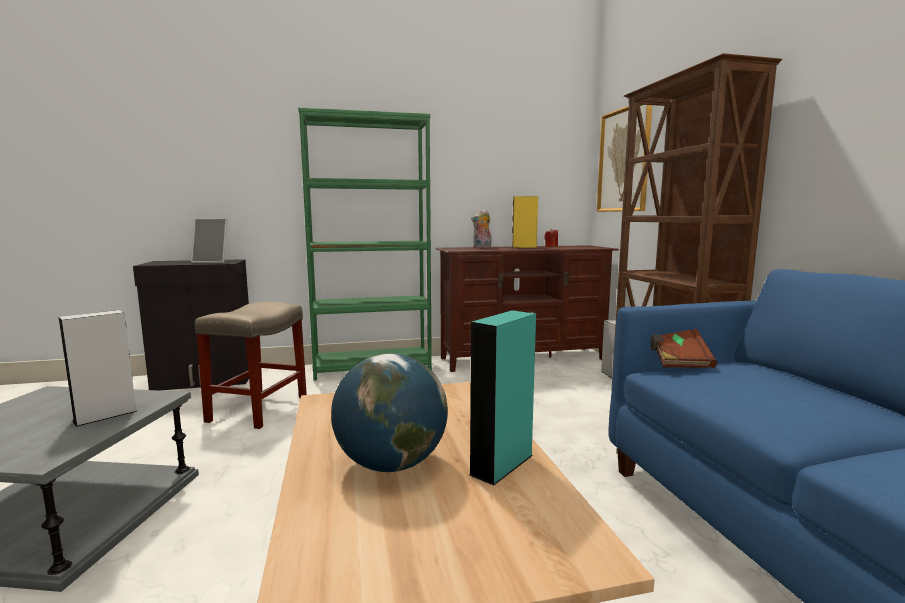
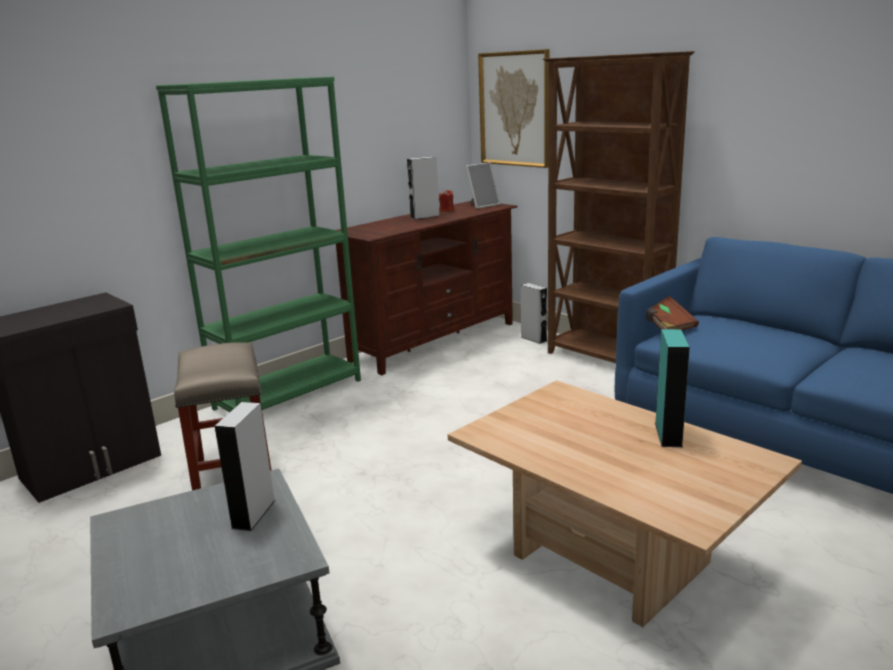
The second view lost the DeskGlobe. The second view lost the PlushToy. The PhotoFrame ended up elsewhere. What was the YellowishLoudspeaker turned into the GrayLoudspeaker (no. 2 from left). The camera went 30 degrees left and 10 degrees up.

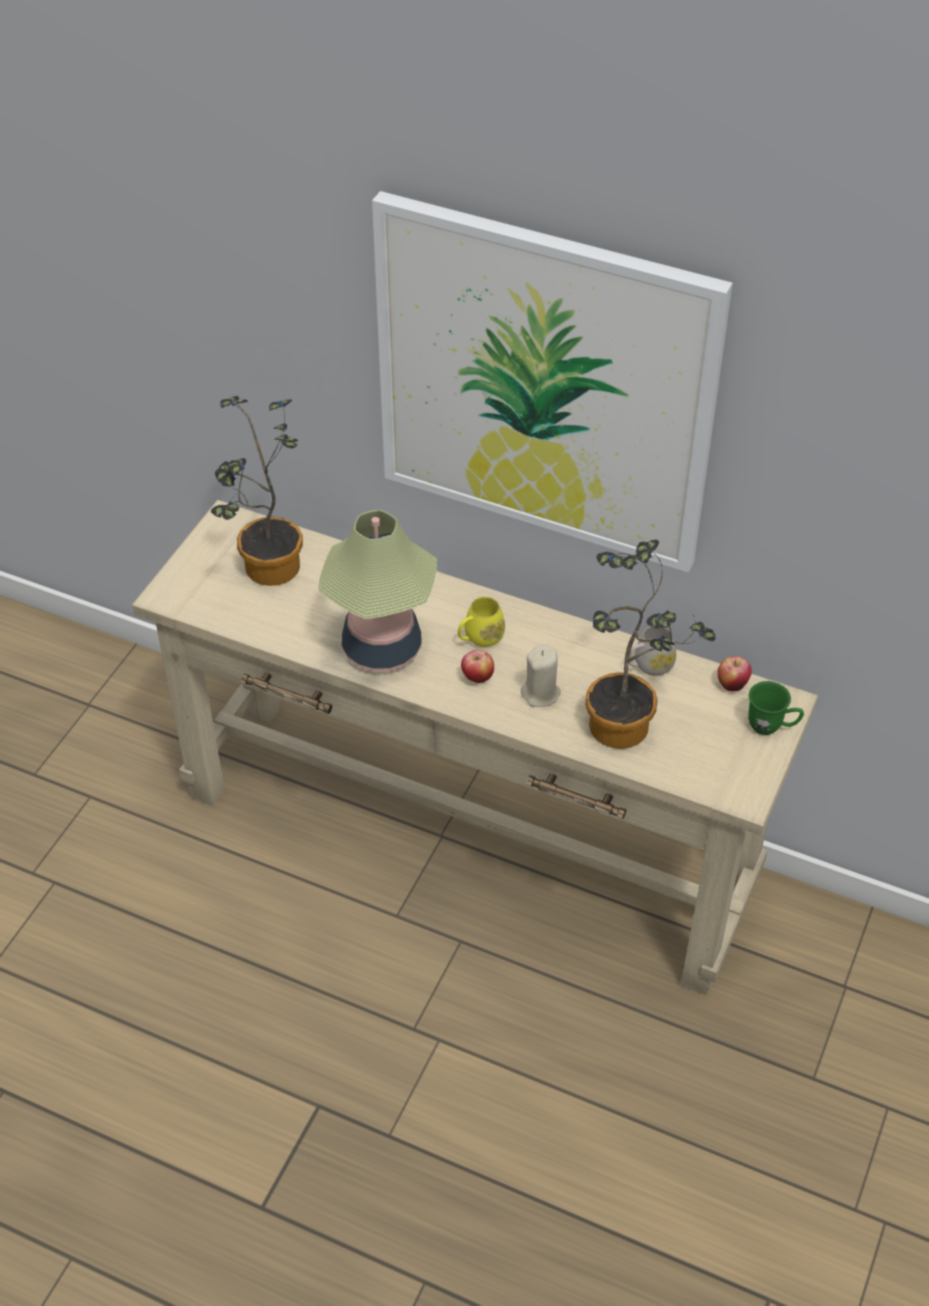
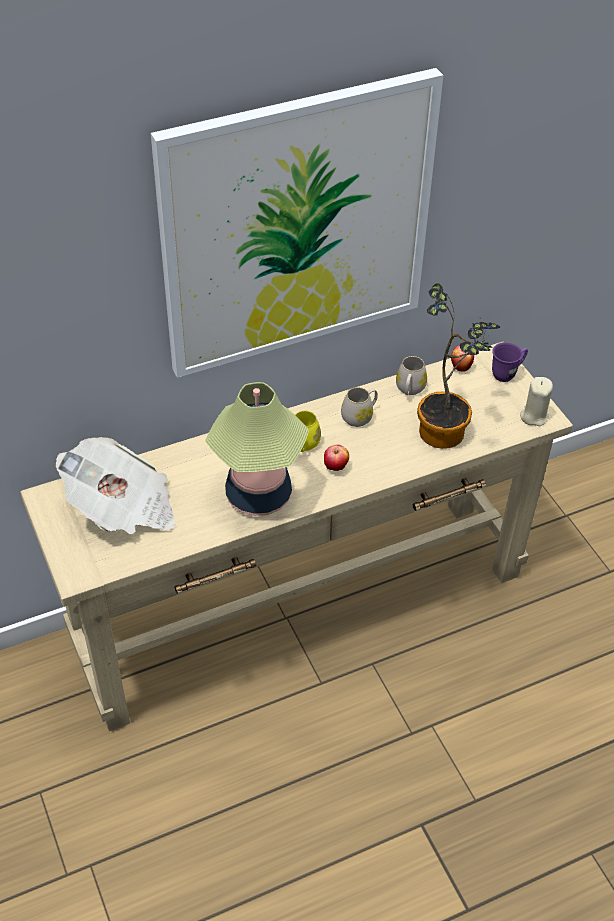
The second view gained the WhiteCoffeeMug (no. 1 from left). The BeigeWaxLight ended up elsewhere. Where the PottedPlant (no. 1 from left) stood, the Newspaper came to stand. What was the GreenishCoffeeMug turned into the PurplishCoffeeMug. The camera went 50 degrees left and 0 degrees up.

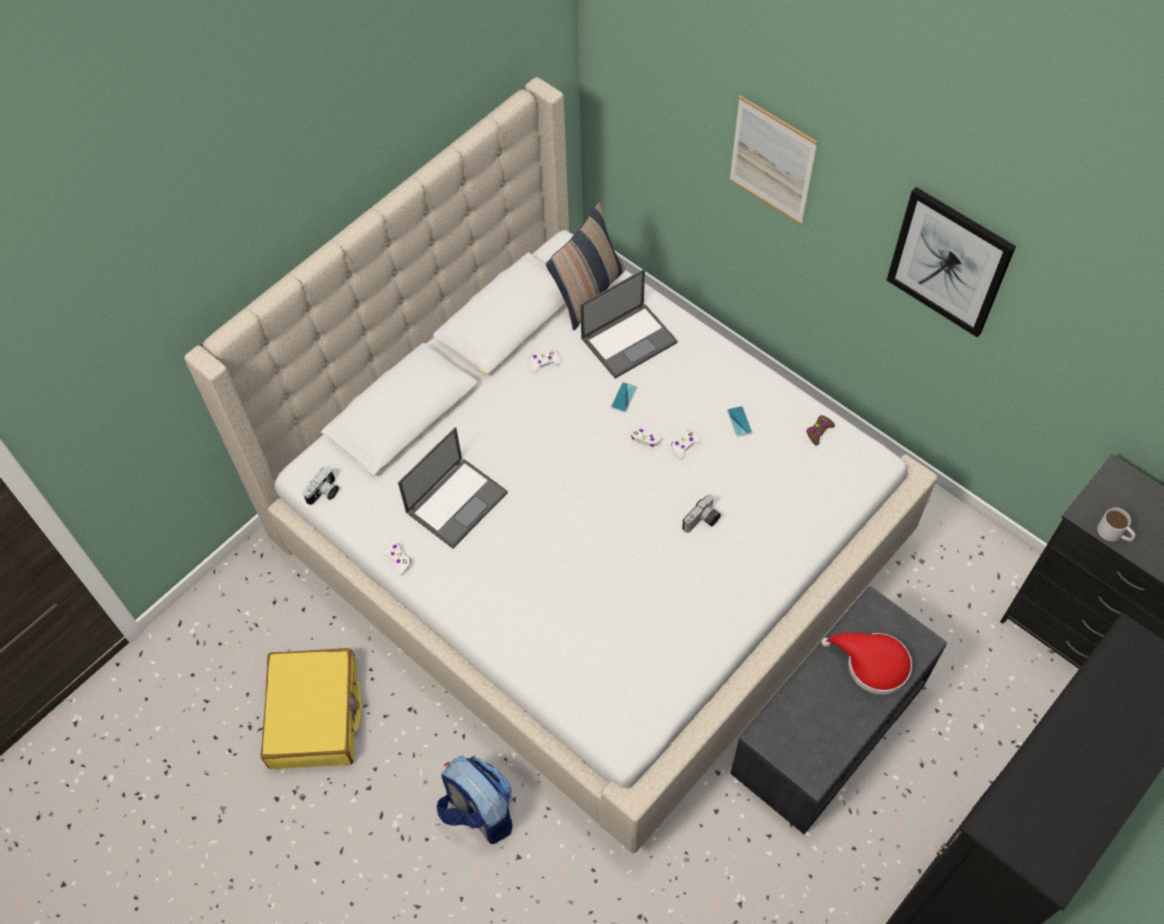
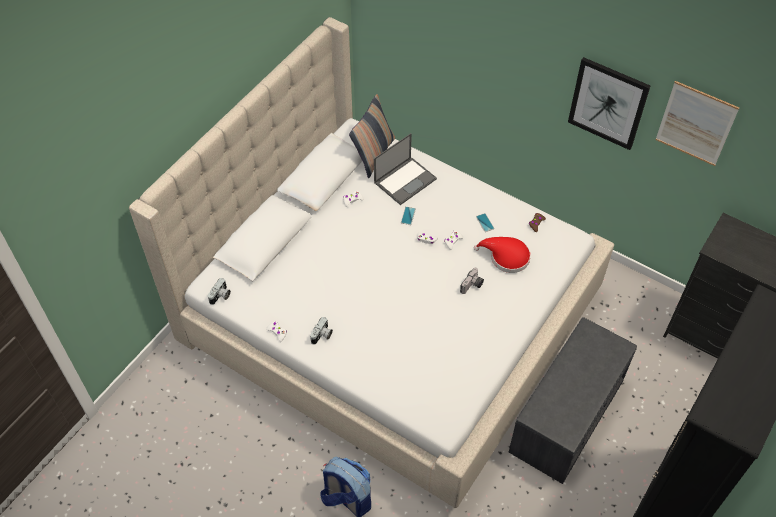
The second view lost the YellowishTravelCase. The second view lost the Laptop (no. 1 from left). The second view lost the WhiteCoffeeMug. The second view gained the PhotoCamera (no. 2 from left). The WallArt (no. 1 from left in the first image) ended up elsewhere. The RedColouredWearableHat ended up elsewhere. The camera went 10 degrees left and 5 degrees down.

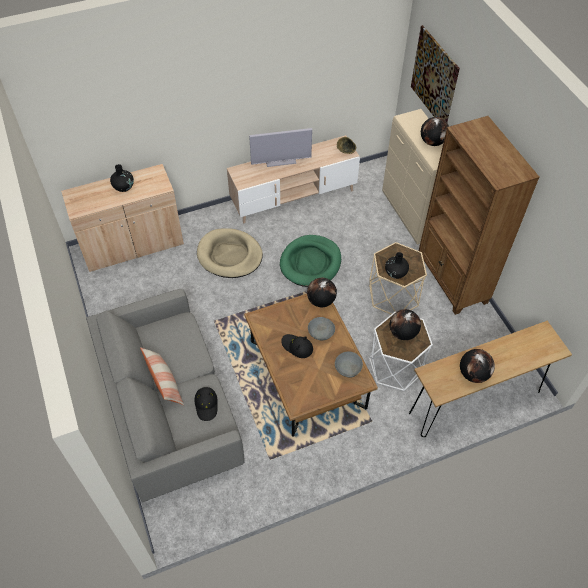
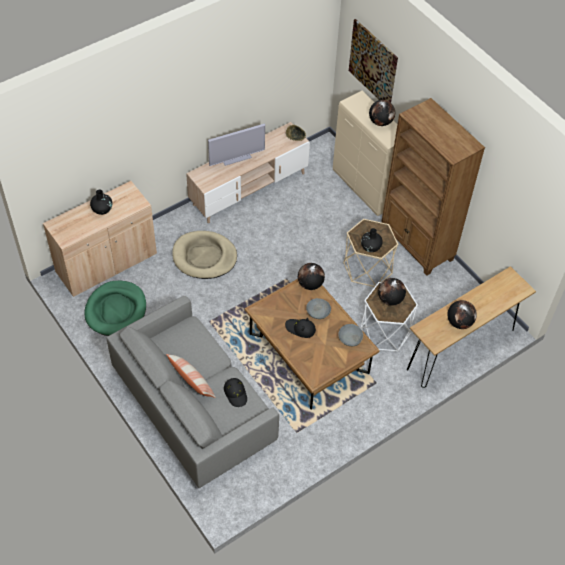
The GreenishDogBed ended up elsewhere. The camera went 15 degrees left and 0 degrees up.

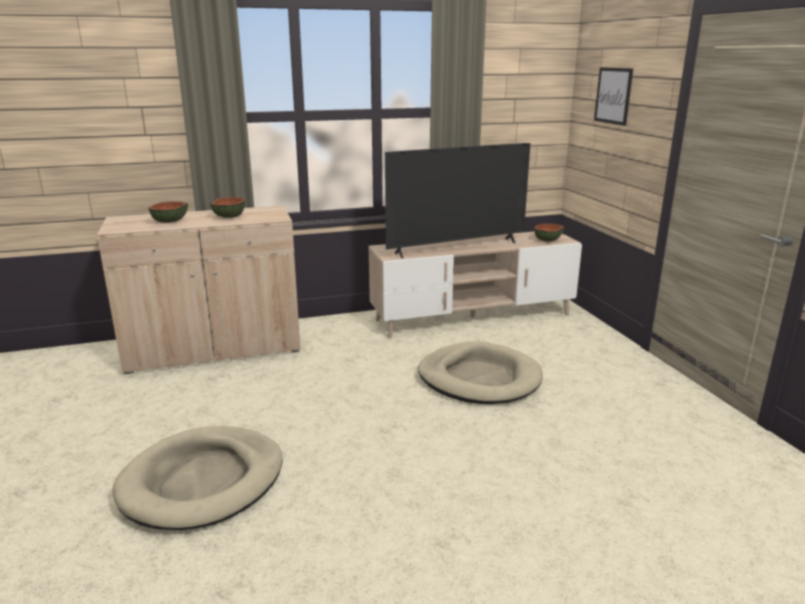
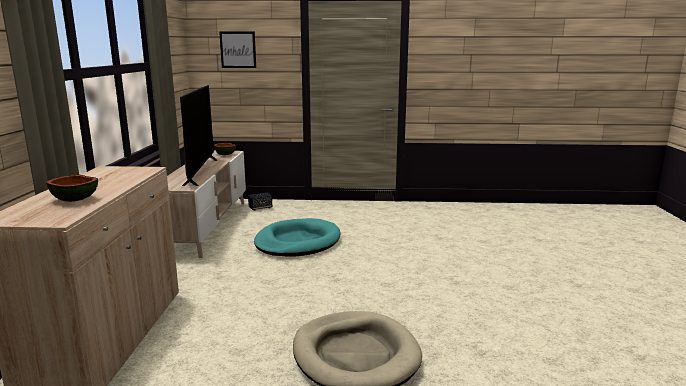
The second view lost the ServingBowl (no. 2 from left). The second view gained the Loudspeaker. What was the BeigeDogBed (no. 2 from left) turned into the BlueGreenDogBed. The camera went 70 degrees left and 5 degrees down.

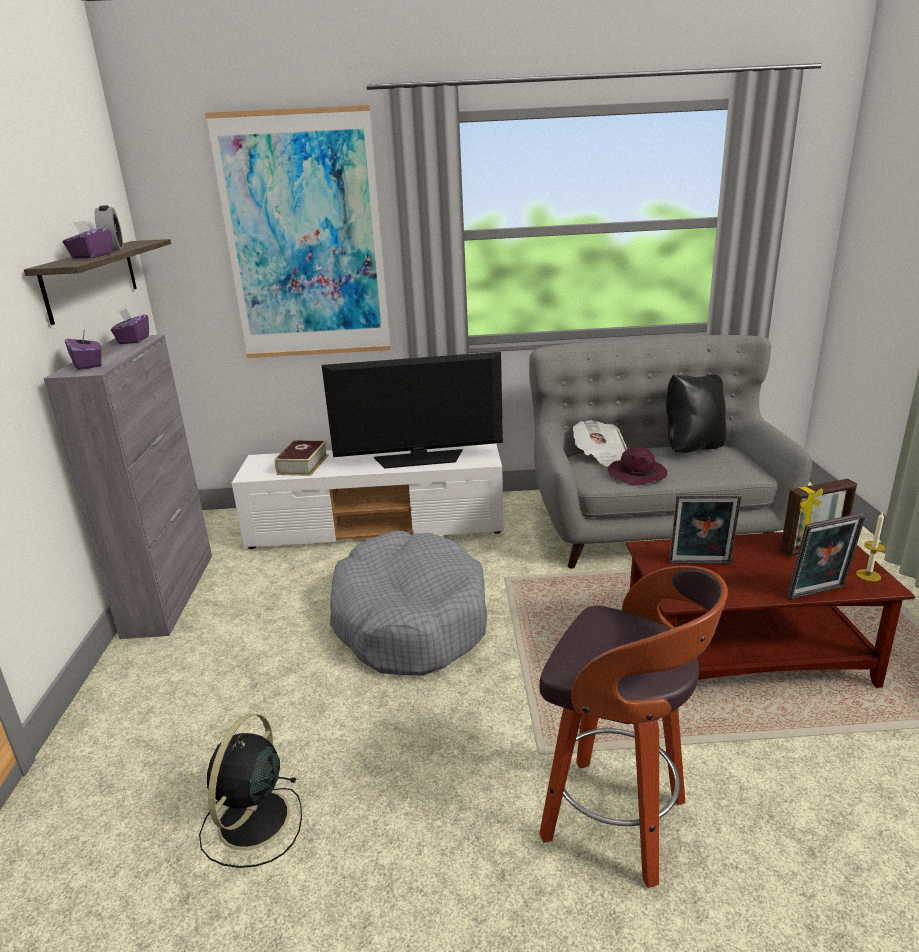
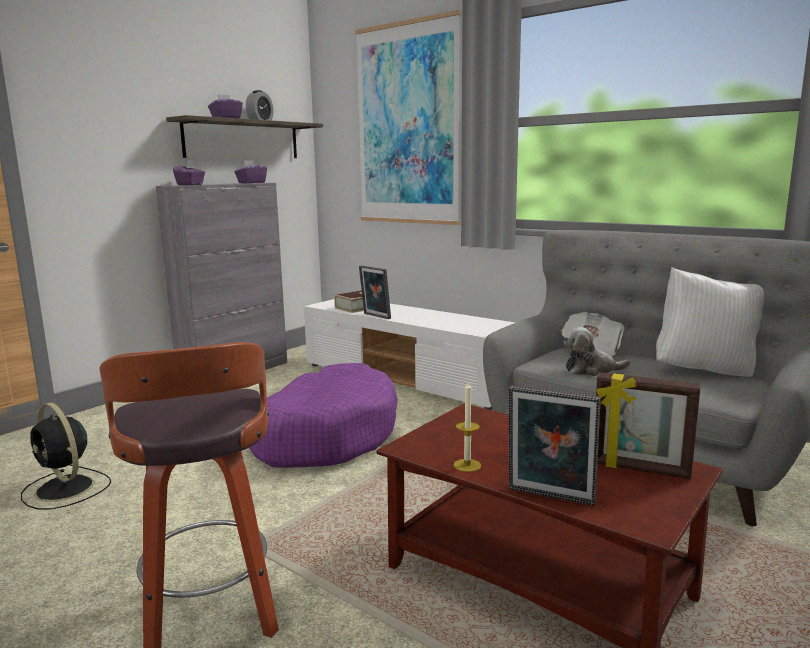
The second view lost the TvSet. The PhotoFrame (no. 1 from left) ended up elsewhere. The WaxLight ended up elsewhere. Where the PurplishWearableHat stood, the PlushToy came to stand. What was the GrayDogBed turned into the PurplishDogBed. What was the BlackColouredThrowPillow turned into the WhiteThrowPillow. The BlackColouredElectricFan ended up facing another way, 105 degrees counterclockwise from before. The camera went 40 degrees right and 10 degrees down.

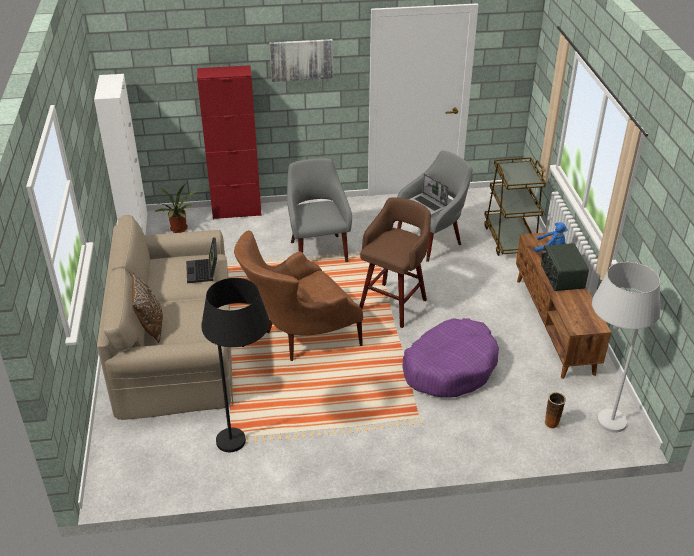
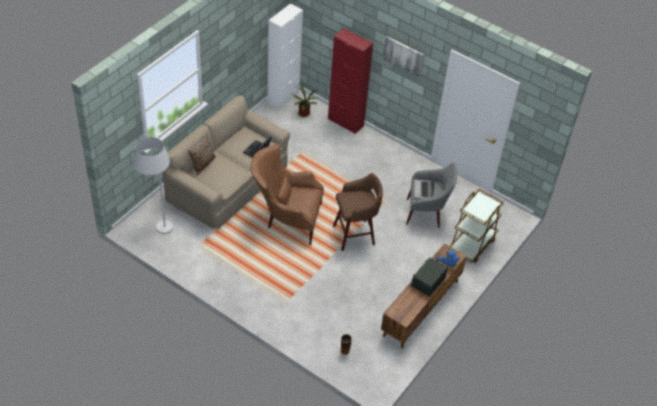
The second view lost the BlackColouredFloorLamp. The second view lost the GrayLoungeChair (no. 1 from left). The second view lost the PurplishDogBed. The WhiteFloorLamp ended up elsewhere. The camera went 40 degrees right and 10 degrees up.

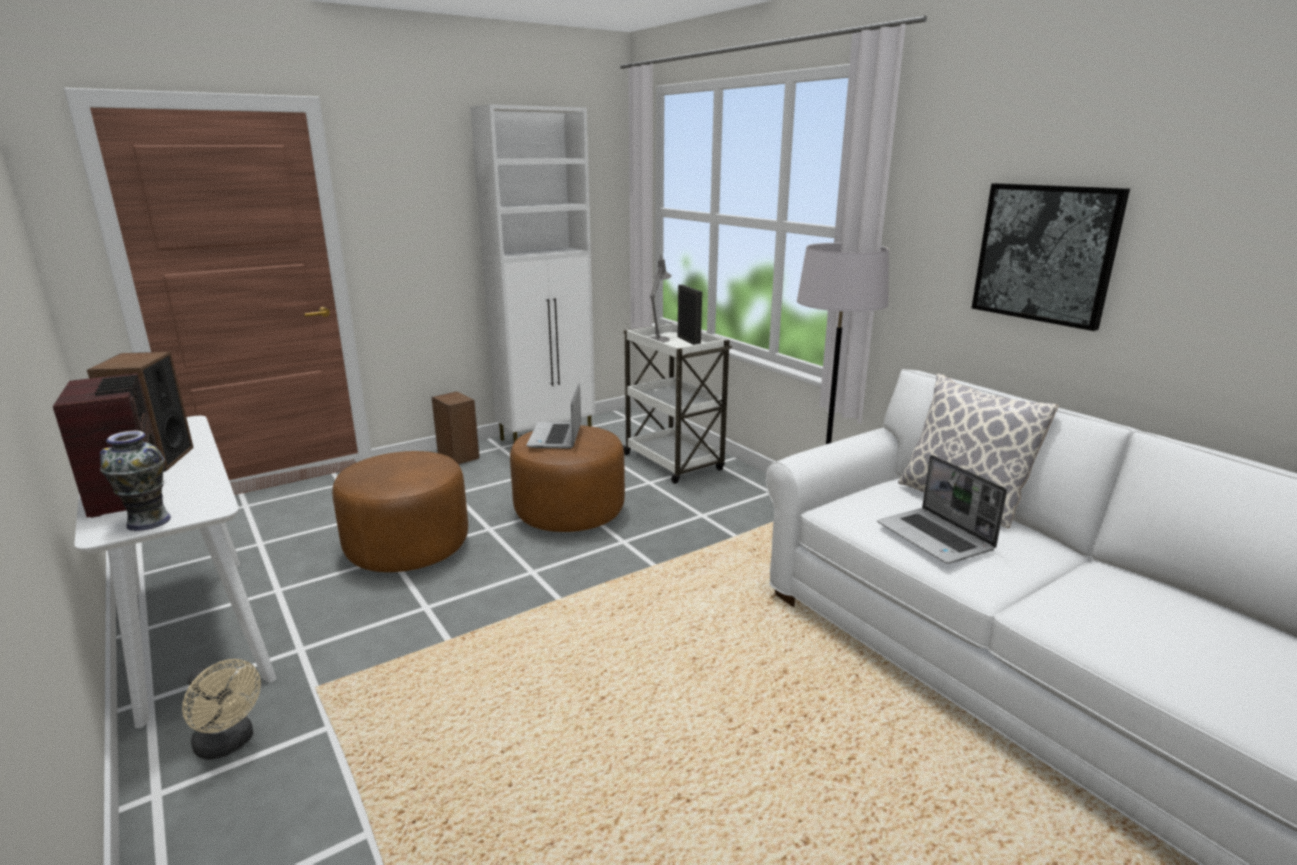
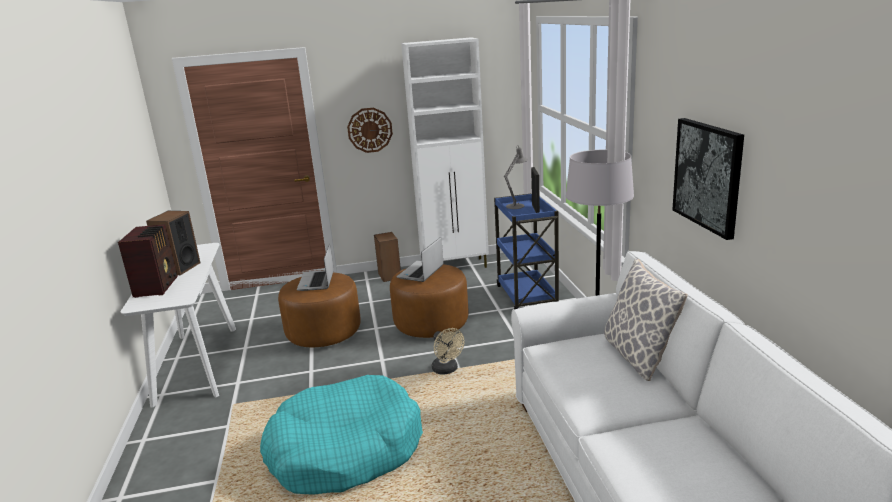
The second view lost the Vase. The second view gained the BlueGreenDogBed. The second view gained the ClockOnTheWall. The BeigeElectricFan ended up elsewhere. The Laptop (no. 2 from left in the first image) ended up elsewhere. What was the WhiteCart turned into the BlueColouredCart. The camera went 25 degrees right and 0 degrees up.

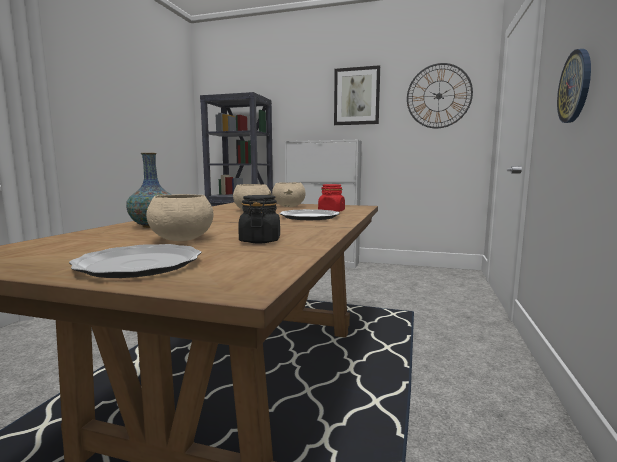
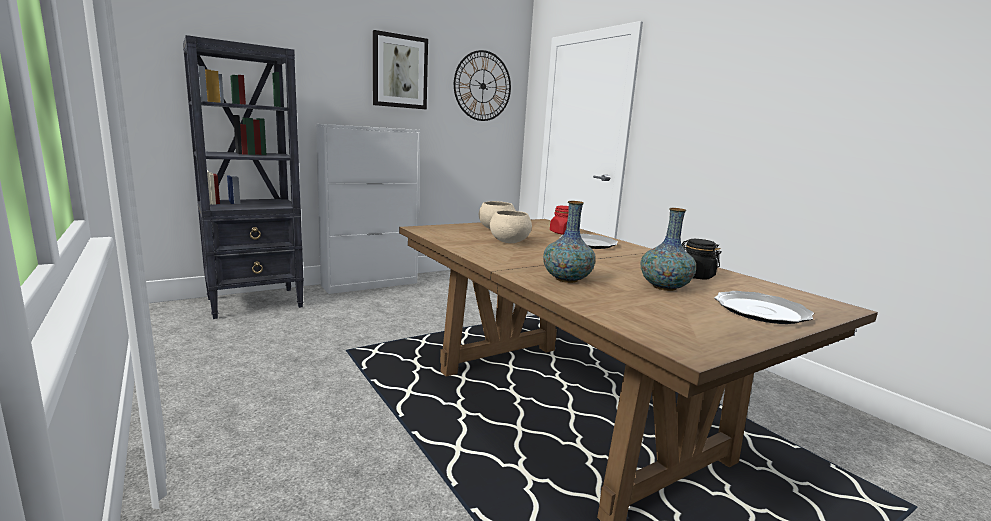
The second view lost the ClockOnTheWall (no. 2 from left). Where the BeigeServingBowl (no. 1 from left) stood, the Vase (no. 2 from left) came to stand. The camera went 50 degrees left and 5 degrees up.

